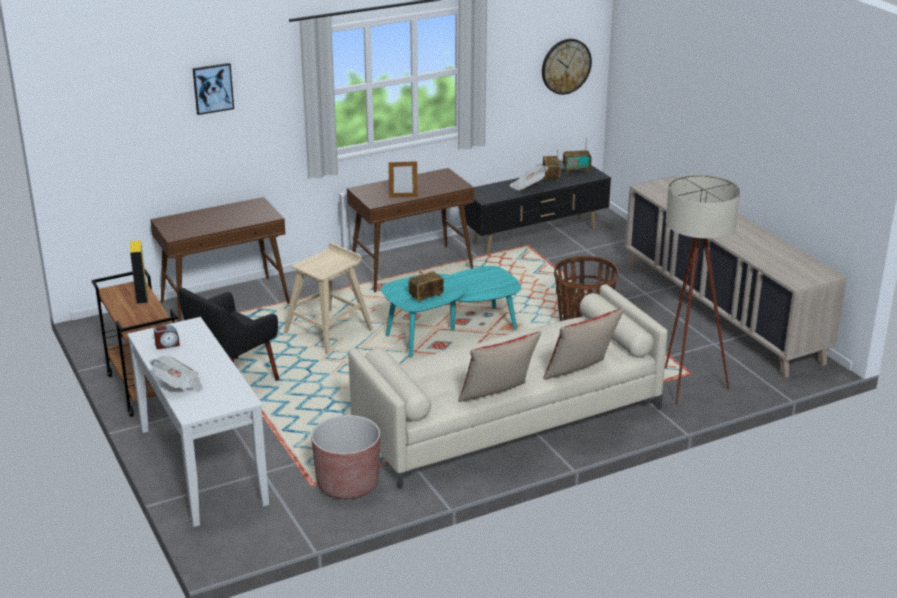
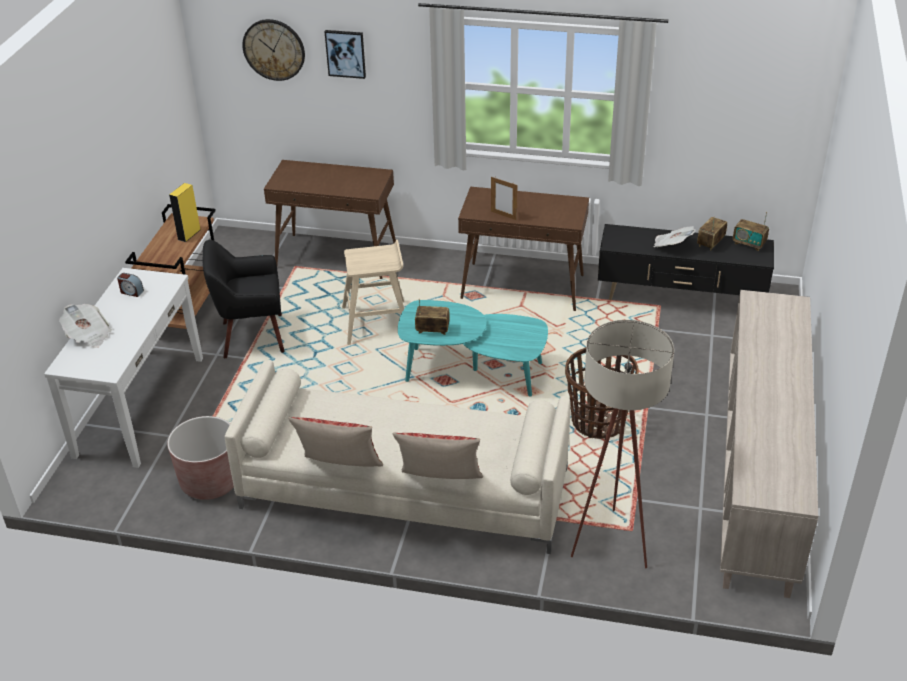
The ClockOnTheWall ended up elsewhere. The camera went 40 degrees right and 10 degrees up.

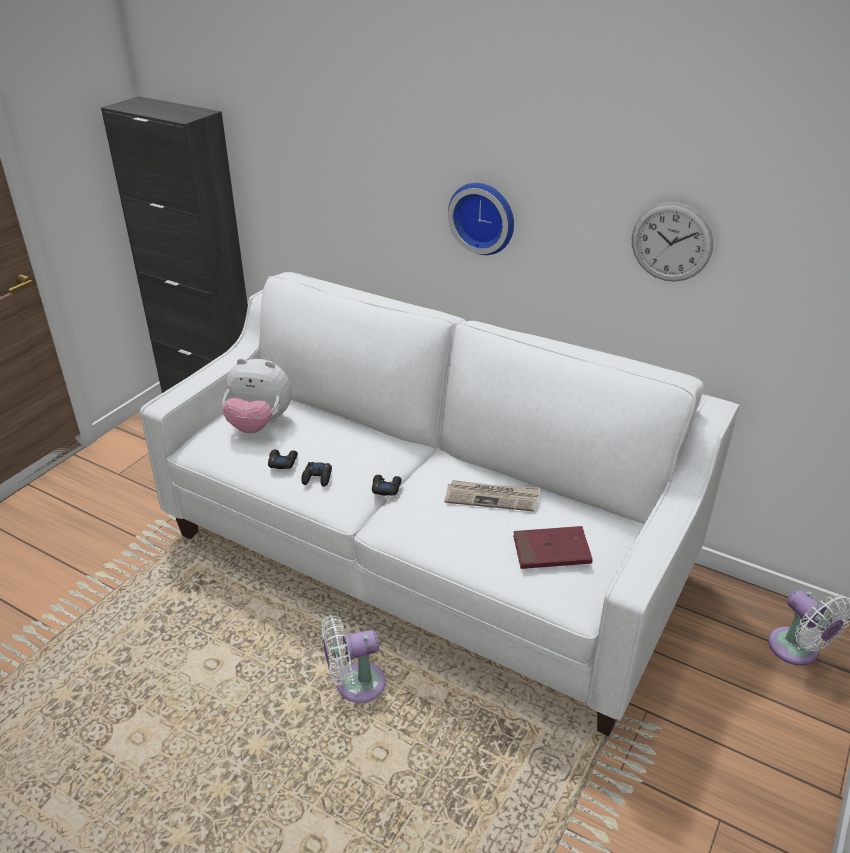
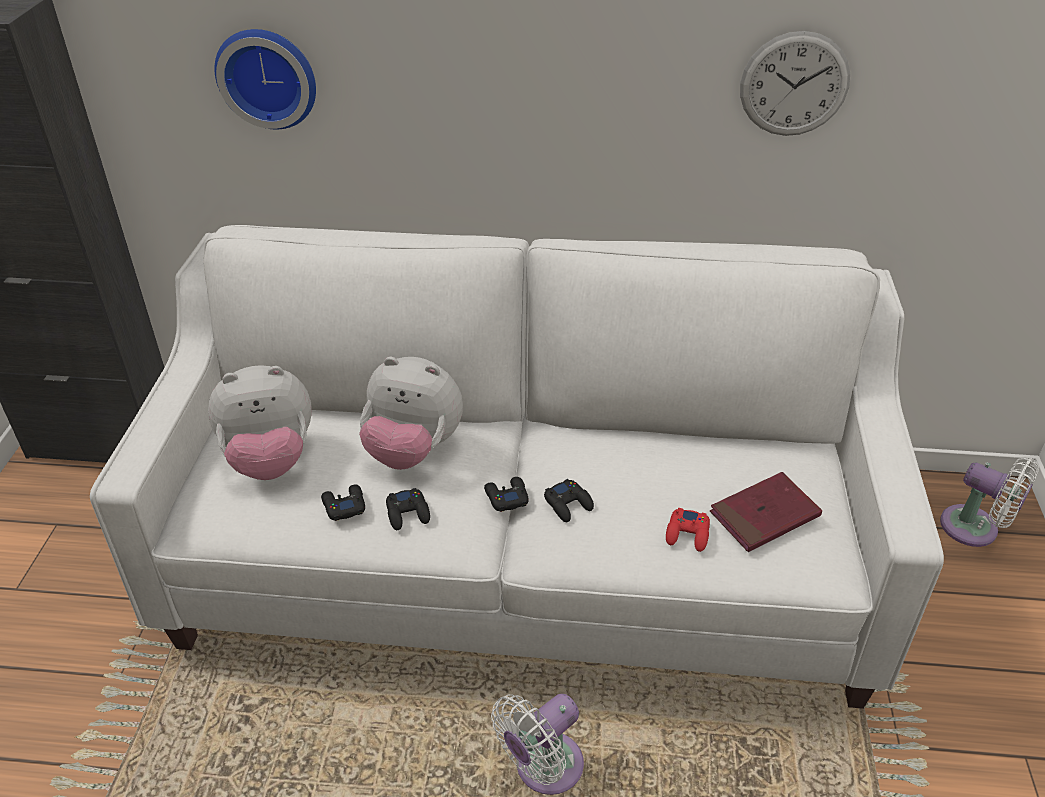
The second view lost the Newspaper. The second view gained the PlushToy (no. 2 from left). The second view gained the BlackColouredGamepad (no. 4 from left). The second view gained the RedColouredGamepad. The ClockOnTheWall (no. 1 from left) ended up elsewhere. The camera went 25 degrees left and 5 degrees up.

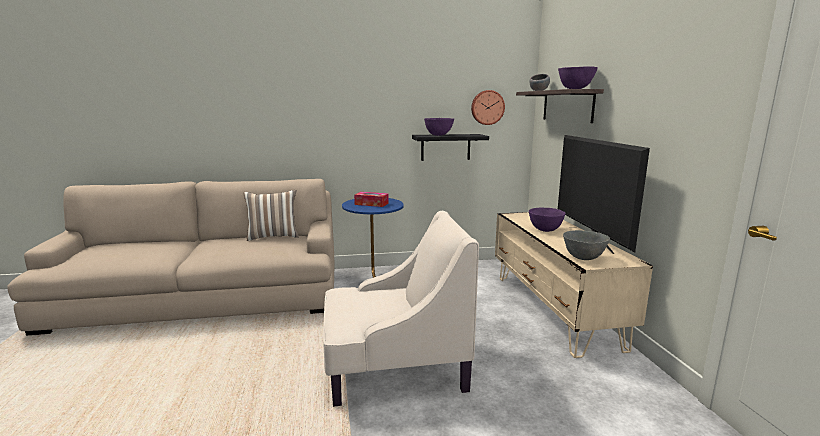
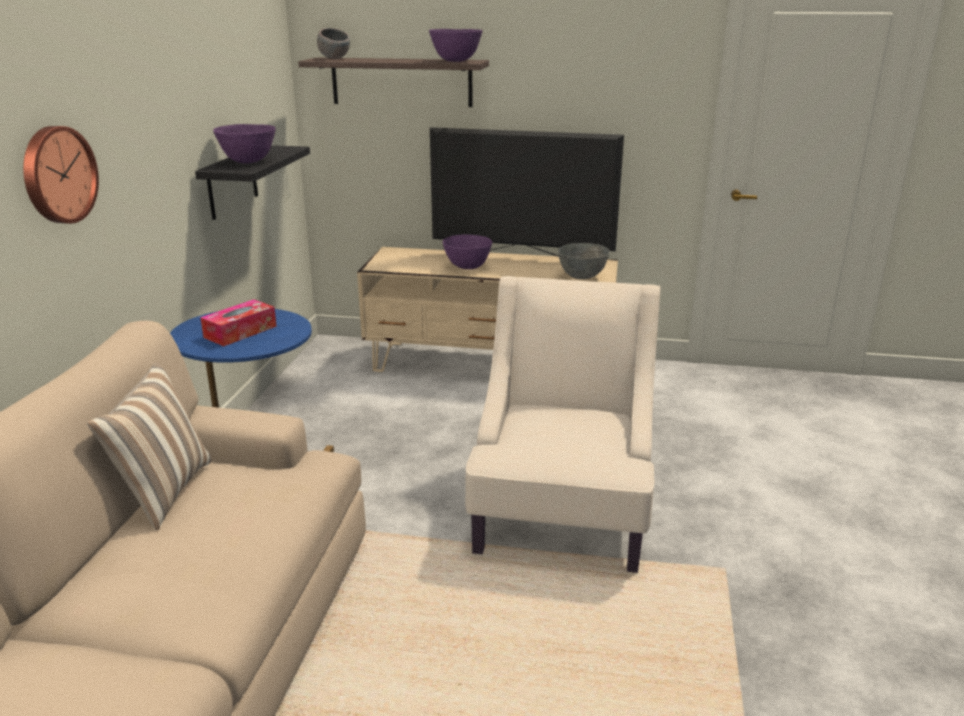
The ClockOnTheWall ended up elsewhere. The camera went 70 degrees left and 10 degrees up.

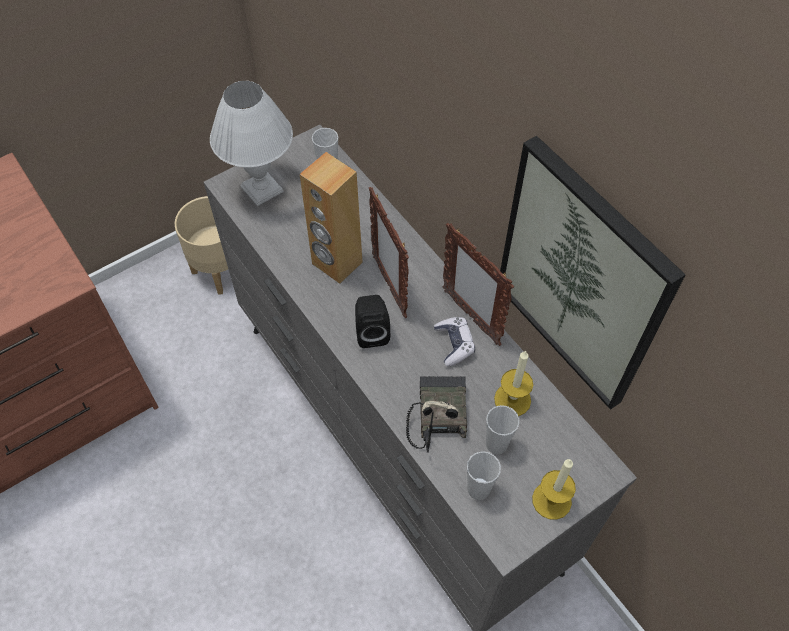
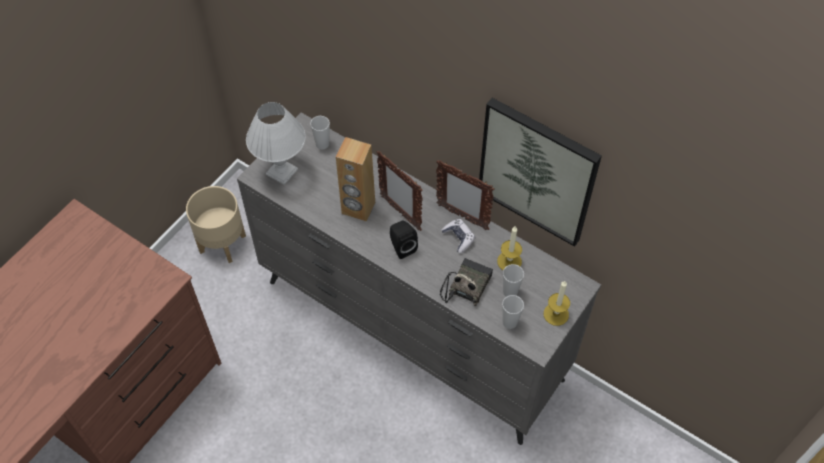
The RadioReceiver ended up facing another way, 45 degrees clockwise from before. The camera went 20 degrees left and 0 degrees up.

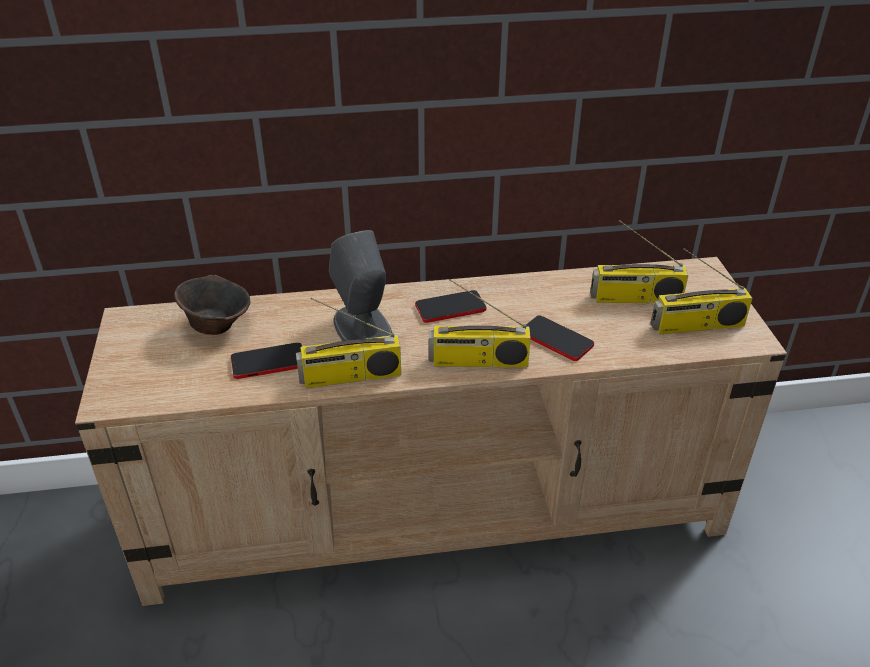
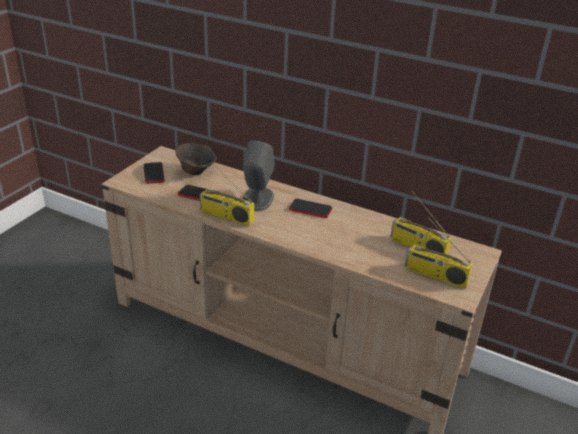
The second view lost the RadioReceiver (no. 2 from left). The Phone (no. 3 from left in the first image) ended up elsewhere. The camera went 35 degrees right and 5 degrees down.

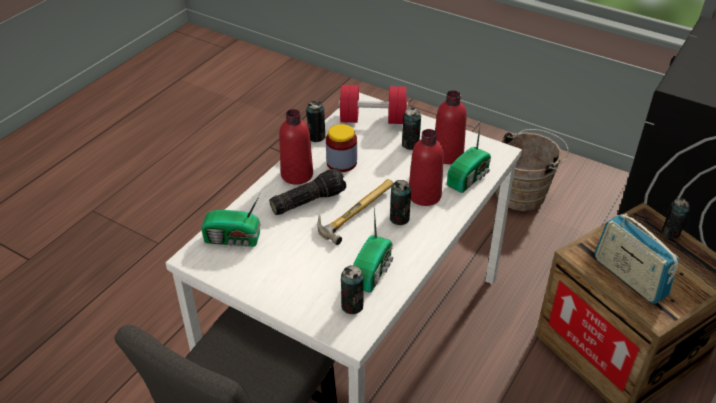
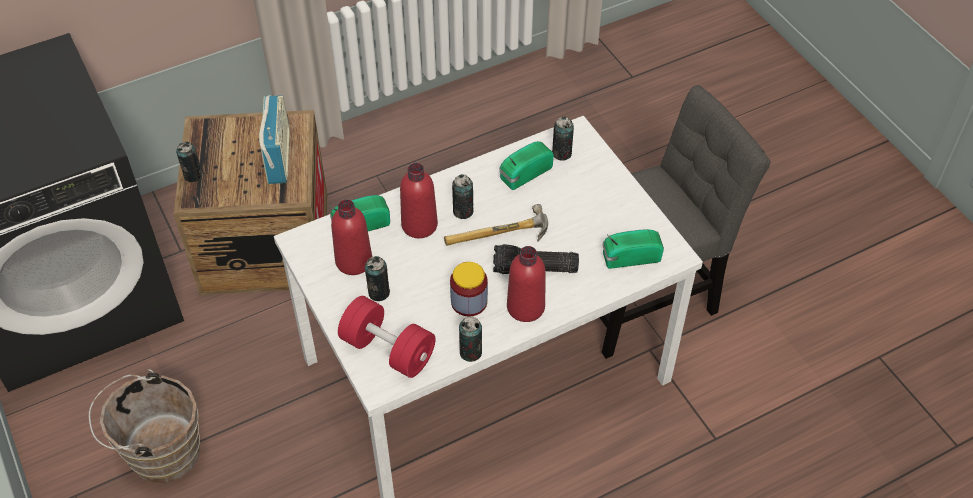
The RadioReceiver (no. 1 from left in the first image) ended up facing another way, 45 degrees counterclockwise from before. The camera went 150 degrees left and 10 degrees up.

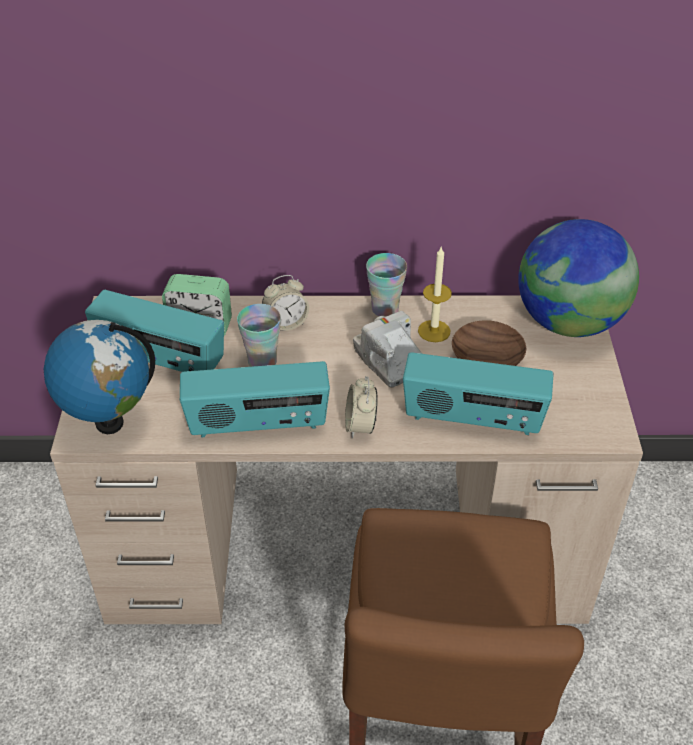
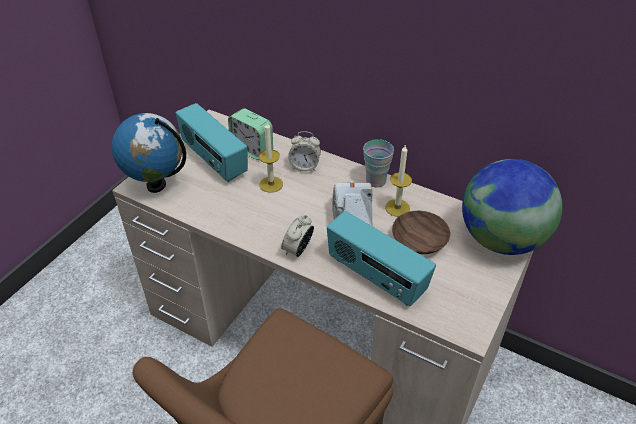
The second view lost the RadioReceiver (no. 2 from left). Where the Cup (no. 1 from left) stood, the WaxLight (no. 1 from left) came to stand. The camera went 30 degrees right and 0 degrees up.

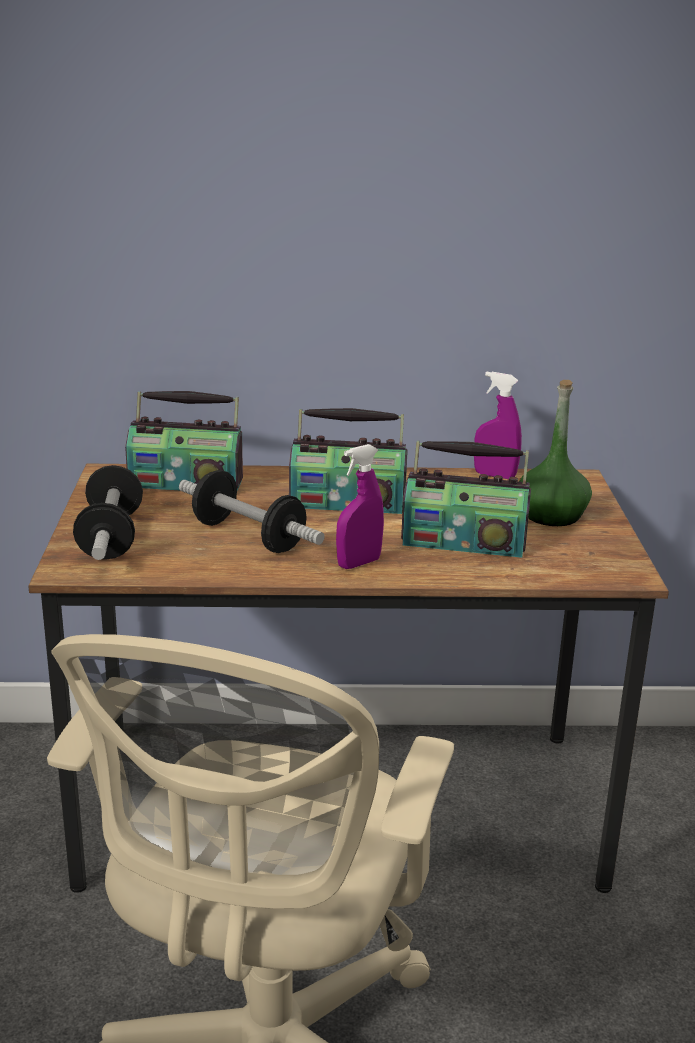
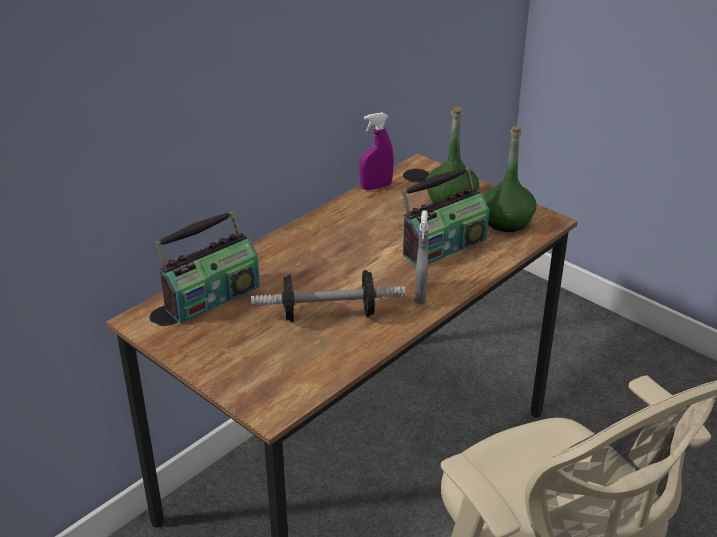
The second view lost the Dumbbell (no. 1 from left). The second view lost the RadioReceiver (no. 2 from left). The second view gained the GreenishDrinkBottle (no. 2 from left). What was the PurplishHandSprayer (no. 1 from left) turned into the GrayHandSprayer. The camera went 45 degrees left and 10 degrees up.

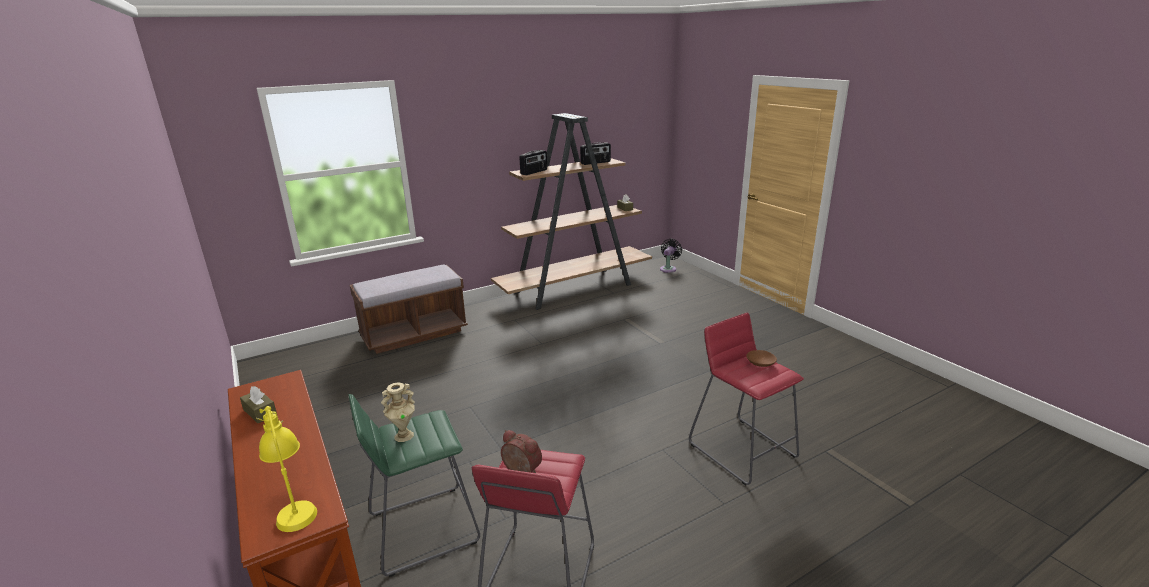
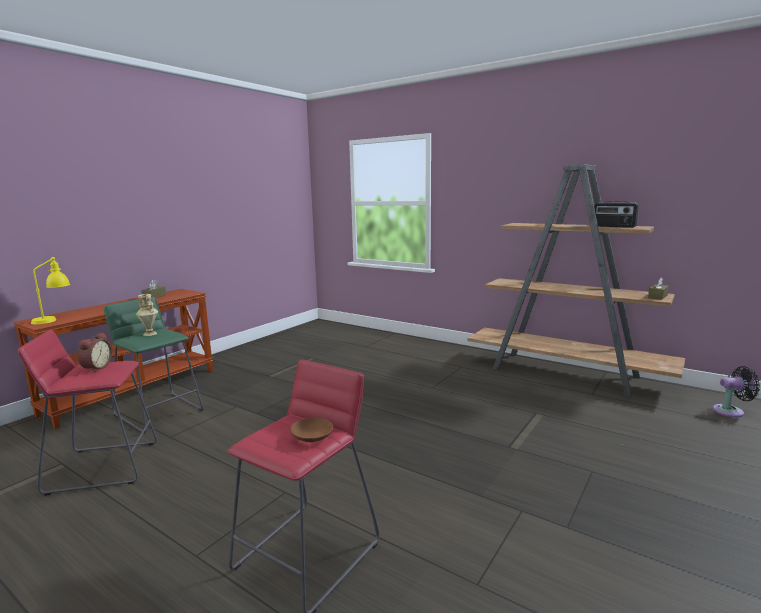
The second view lost the BrownColouredBench. The second view lost the RadioReceiver (no. 1 from left). The camera went 65 degrees right and 10 degrees down.

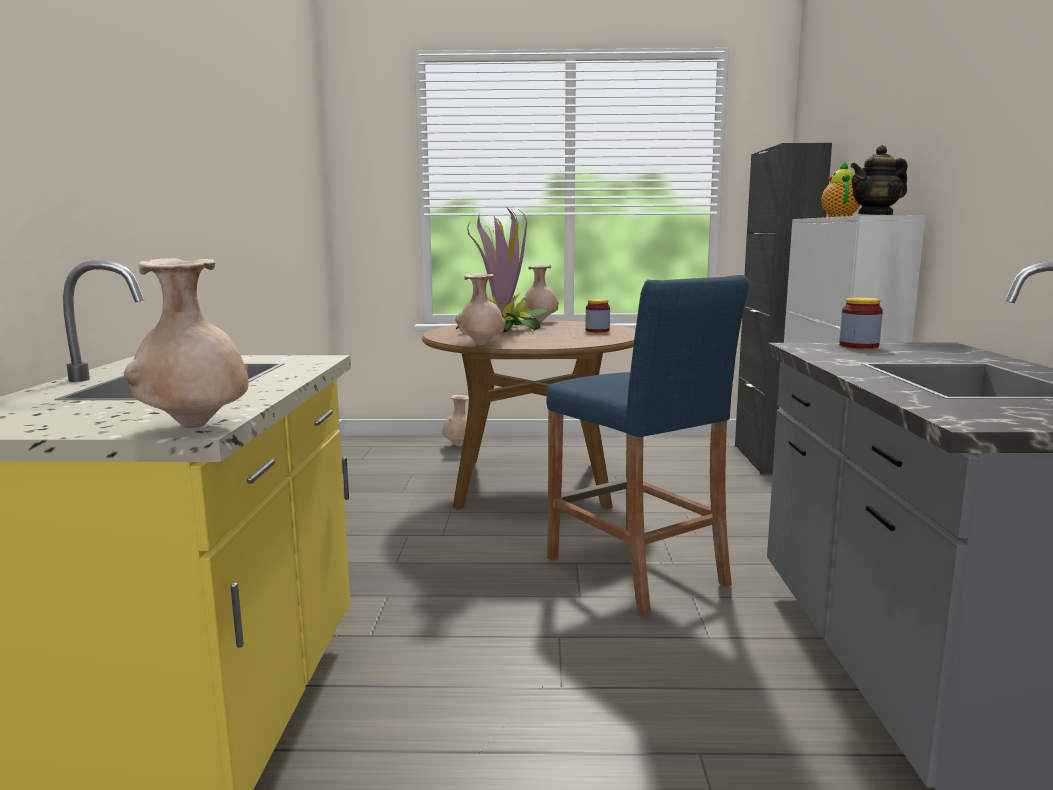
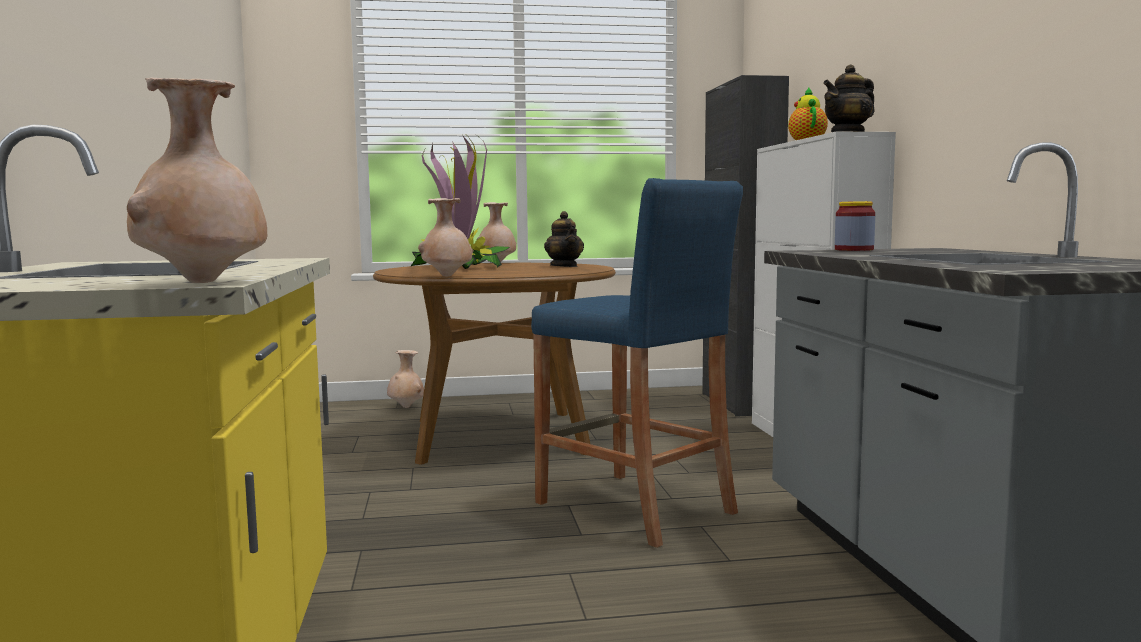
Where the StorageJar (no. 1 from left) stood, the Teapot (no. 1 from left) came to stand. The camera went 10 degrees left and 5 degrees down.

